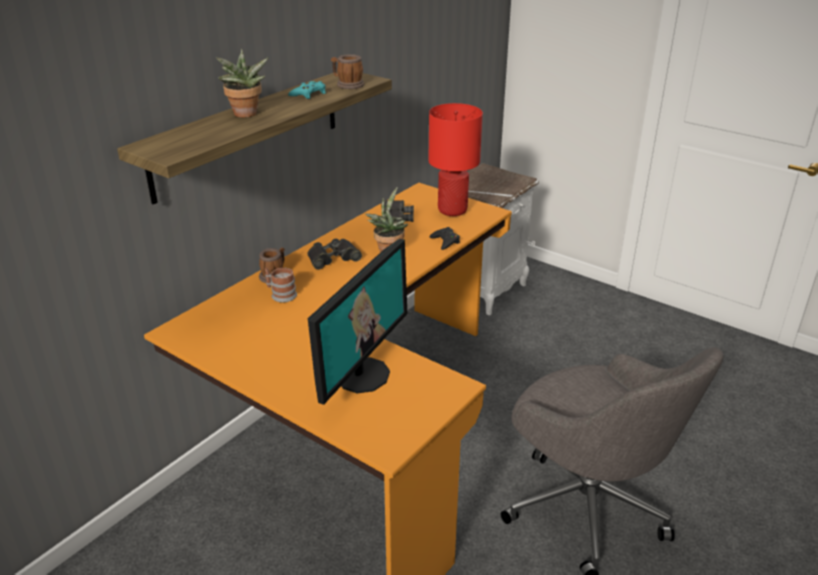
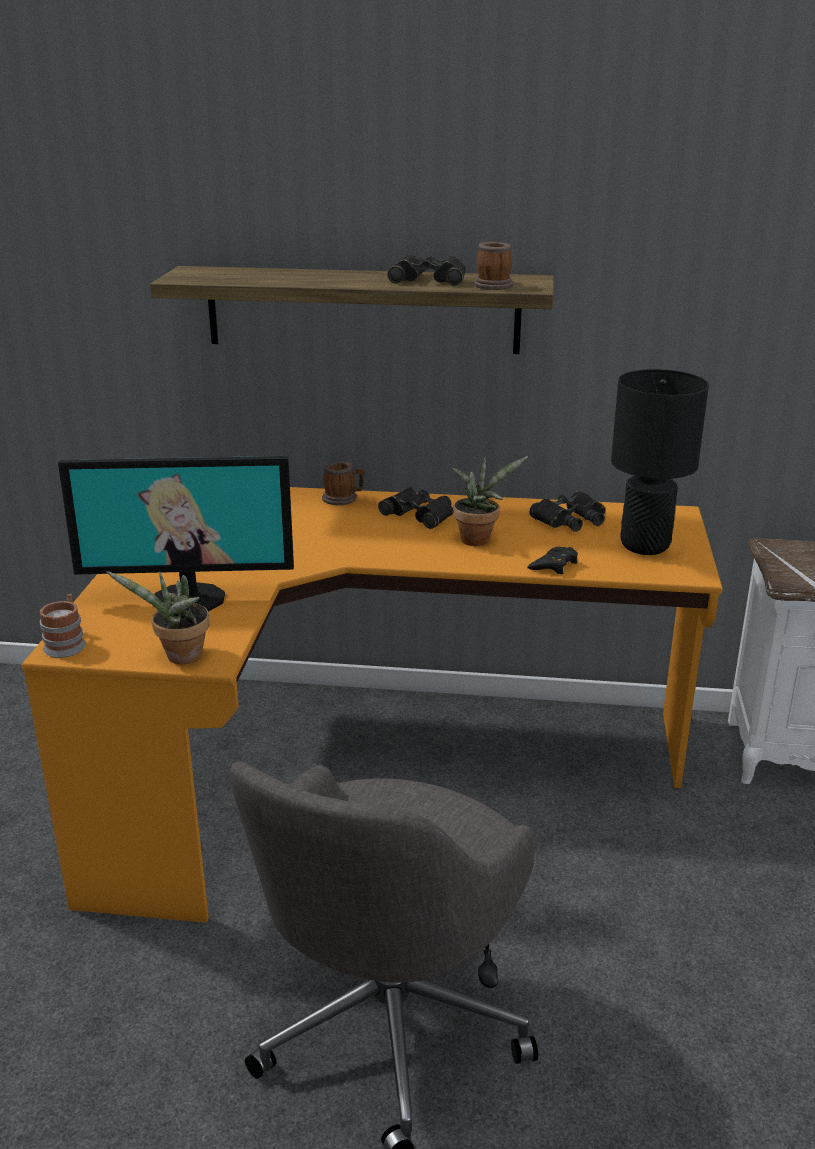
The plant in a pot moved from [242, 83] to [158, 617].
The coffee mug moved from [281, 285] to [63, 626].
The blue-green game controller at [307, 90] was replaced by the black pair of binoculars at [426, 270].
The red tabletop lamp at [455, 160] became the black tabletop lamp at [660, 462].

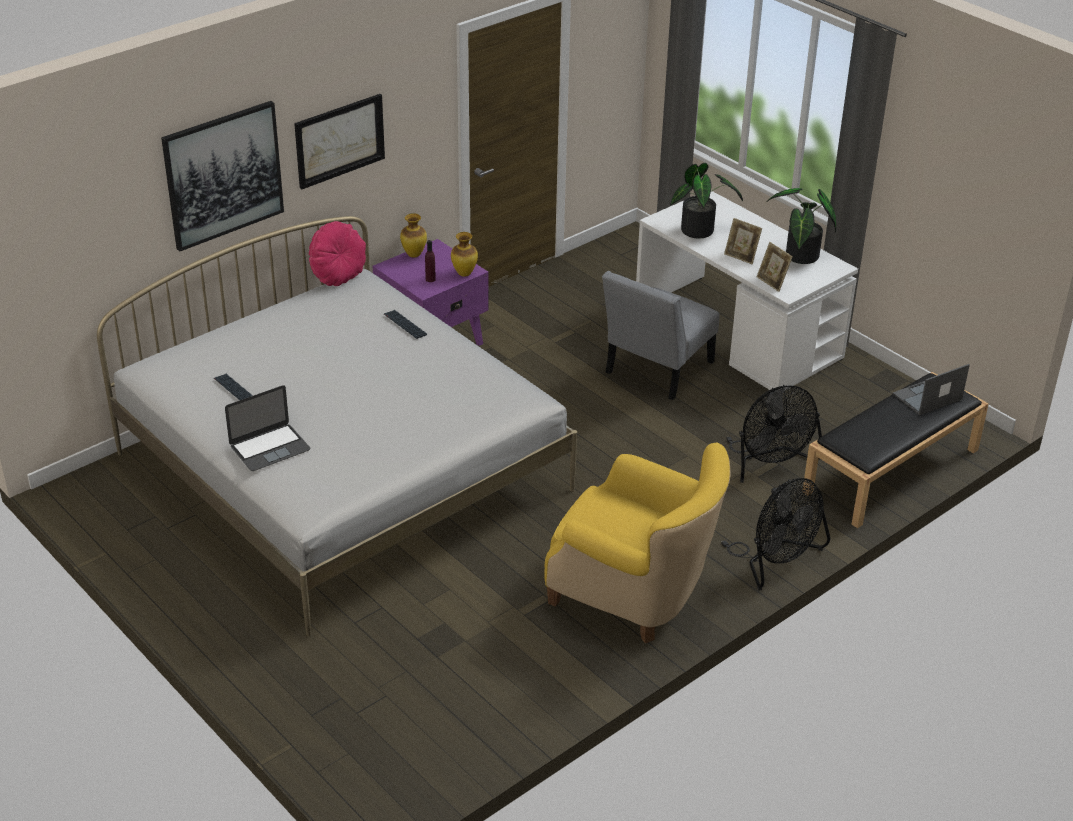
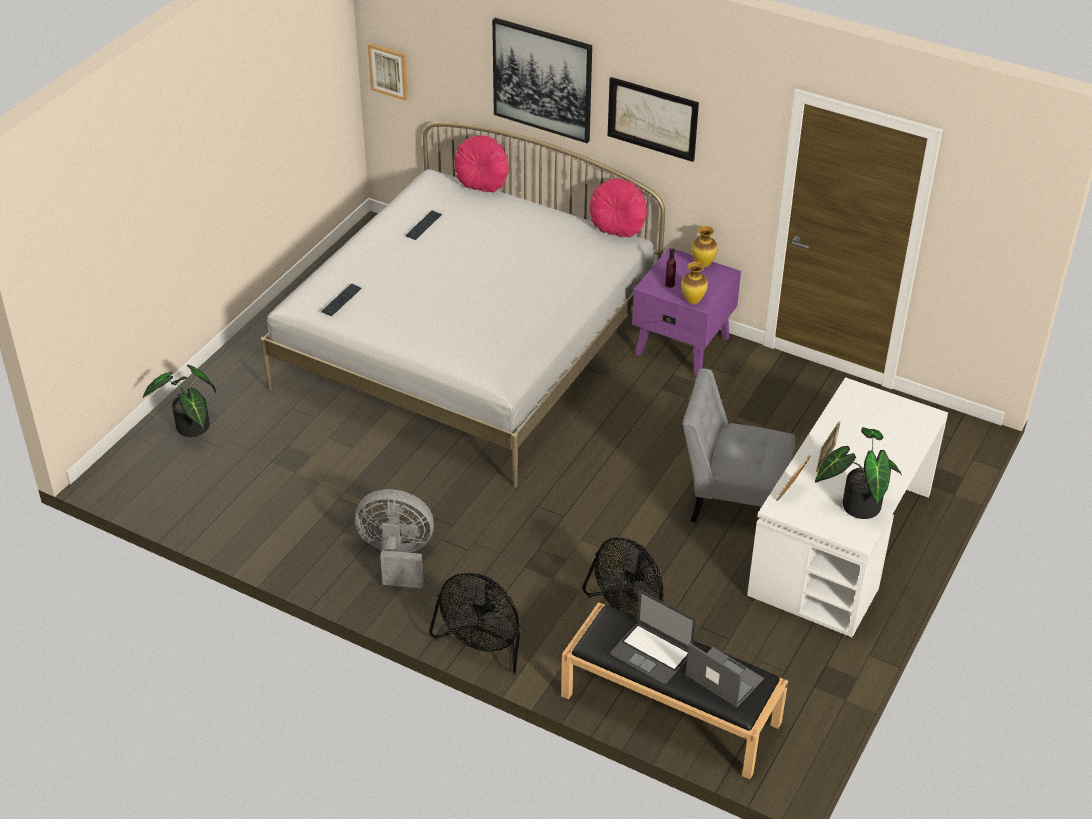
The notebook computer moved from [267, 428] to [653, 637].
The computer keyboard moved from [405, 324] to [342, 299].
The yellowish lounge chair at [637, 543] was replaced by the grey fan at [394, 538].
The plant in a pot moved from [706, 201] to [179, 401].
The wall picture at [388, 72] appeared.
The pinkish throw pillow at [481, 164] appeared.

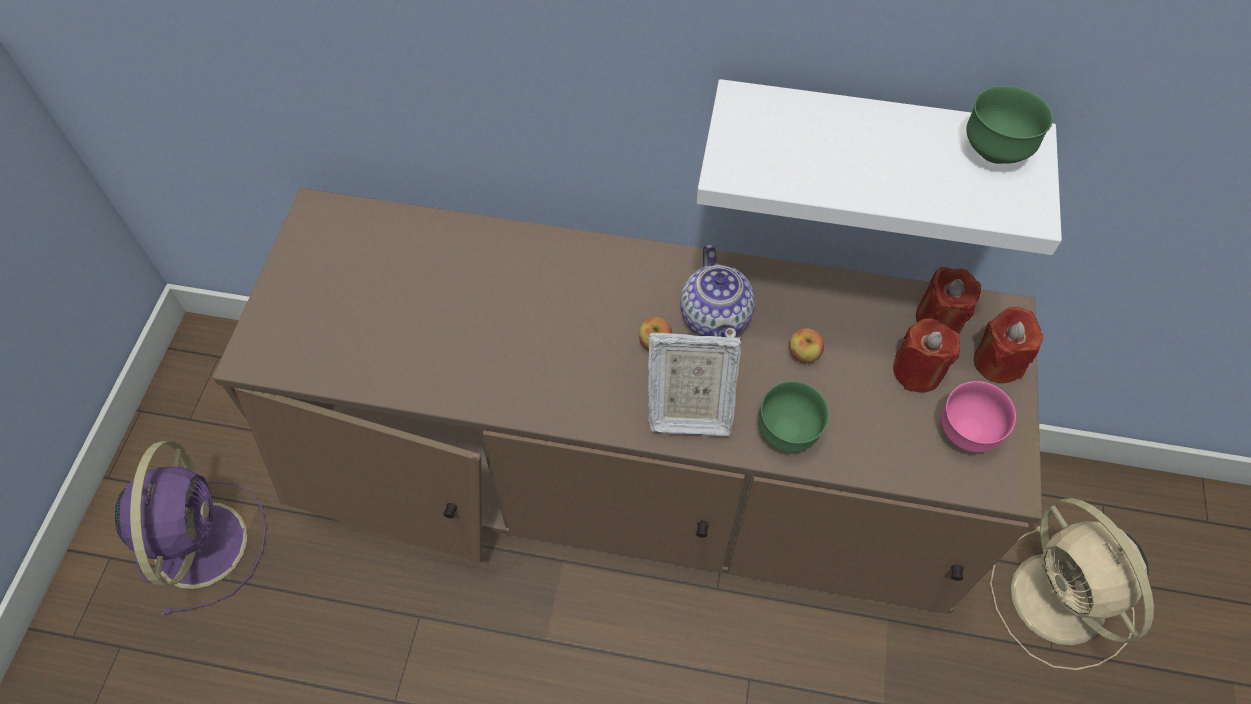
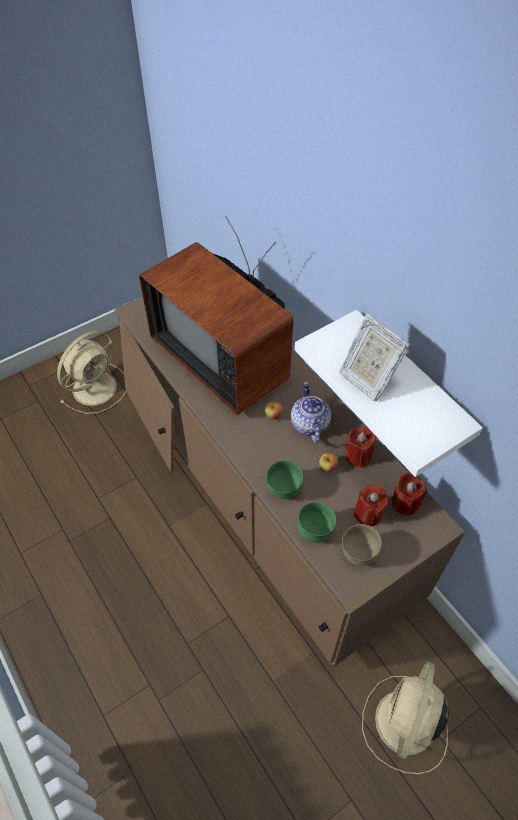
The purple-coloured fan at [190, 528] became the beige fan at [91, 372].
The photo frame moved from [694, 385] to [374, 357].
The teapot at [717, 290] turned 135 degrees clockwise.
The pinkish serving bowl at [978, 417] became the brownish serving bowl at [362, 545].
The green serving bowl moved from [1009, 125] to [316, 522].
The red candle moved from [1008, 345] to [360, 447].
The TV at [216, 315] appeared.

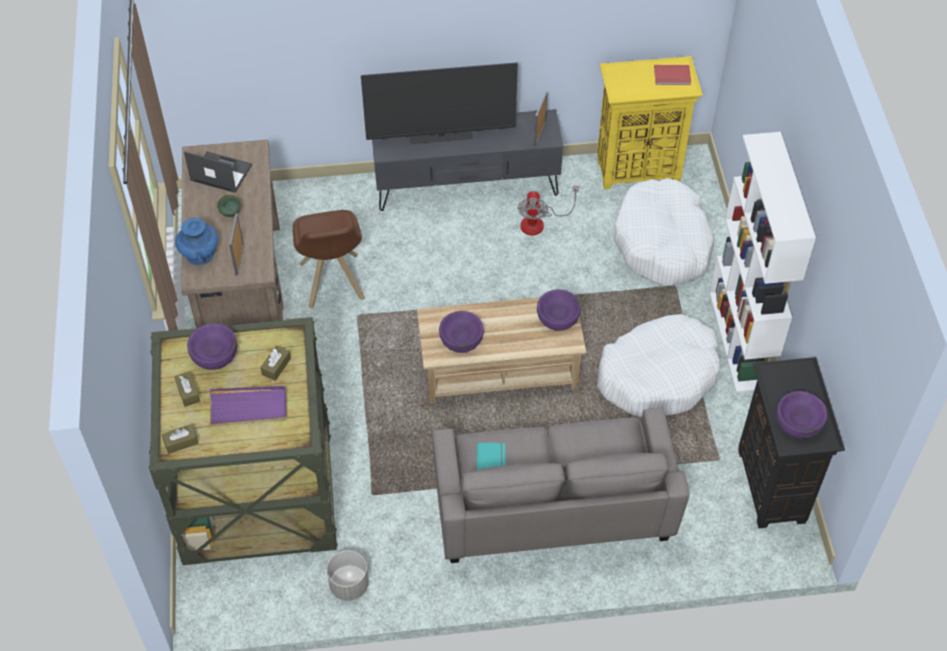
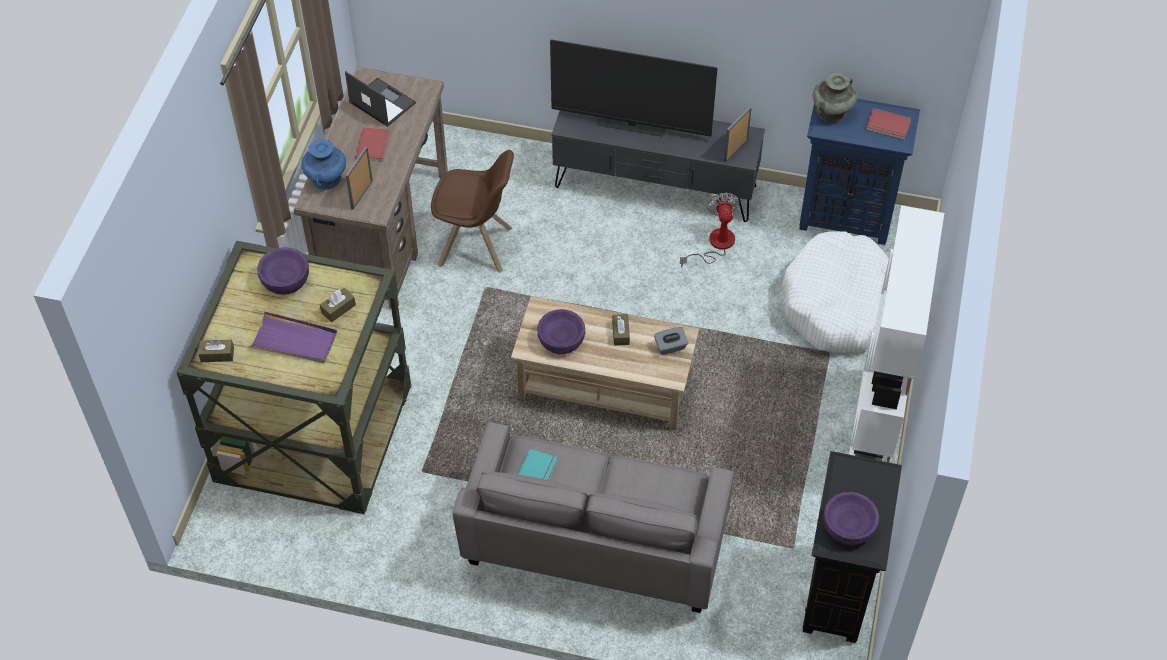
The brownish tissue holder moved from [187, 389] to [621, 330].
The green serving bowl at [229, 206] was replaced by the red bound book at [372, 144].
The brownish plain chair at [329, 259] turned 90 degrees counterclockwise.
The grey plant pot at [348, 575] disappeared.
The fan at [548, 210] turned 150 degrees clockwise.
The purple-coloured serving bowl at [559, 310] was replaced by the grey tissue holder at [671, 341].
The yellowish storage cabinet at [650, 122] became the bluish storage cabinet at [860, 172].
The white dog bed at [658, 365] disappeared.
The blue-green decorative vase at [835, 97] appeared.

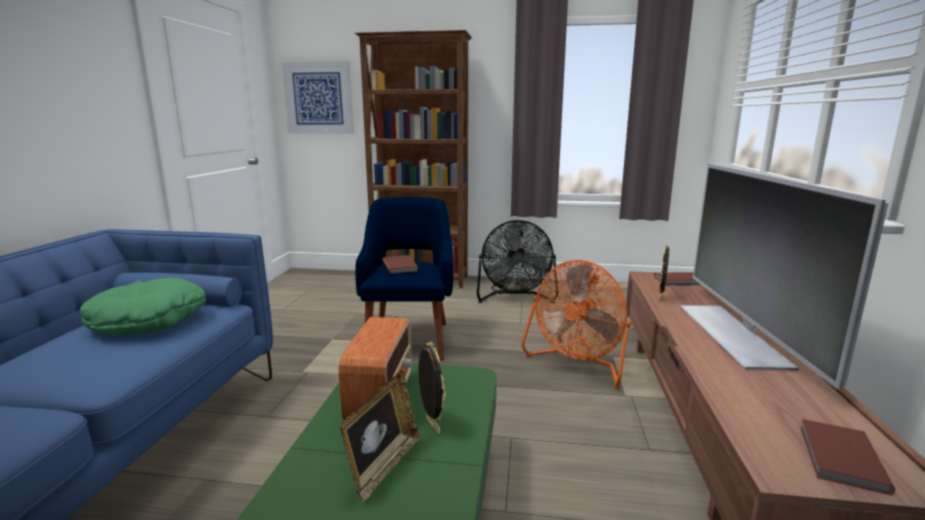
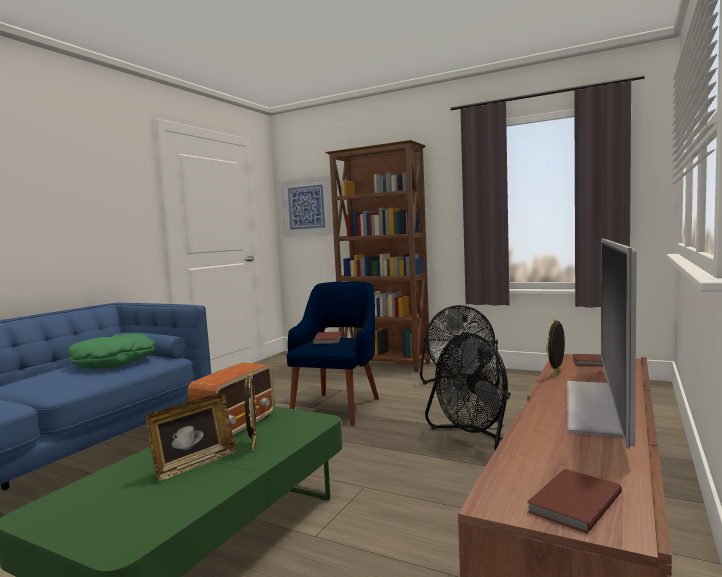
The orangey fan at [576, 325] became the black fan at [467, 392].

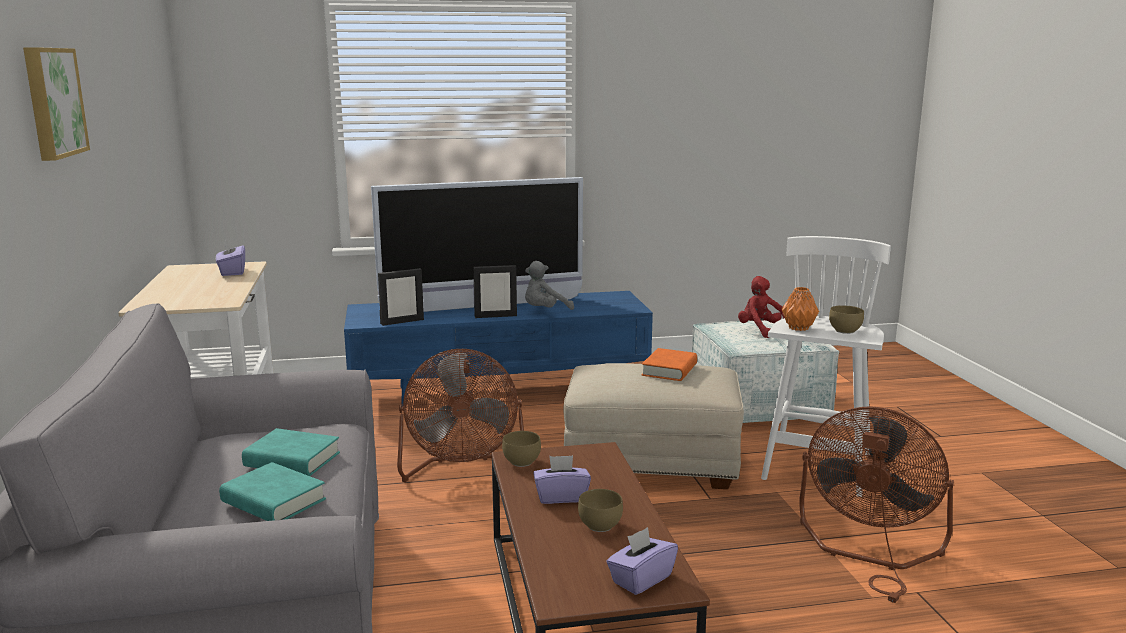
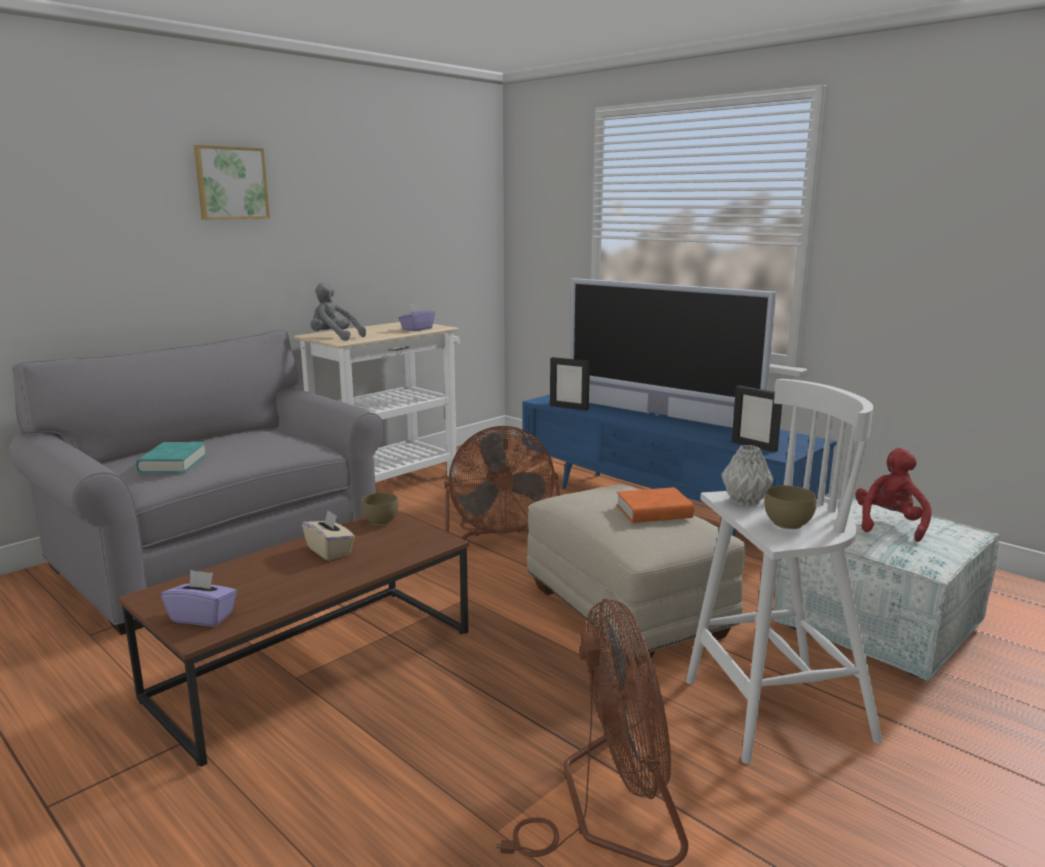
The blue-green bound book at [291, 452] disappeared.
The brownish fan at [460, 415] turned 60 degrees counterclockwise.
The photo frame moved from [495, 291] to [757, 418].
The grey cuddly toy moved from [549, 285] to [338, 312].
The purple-coloured tissue holder at [562, 479] became the beige tissue holder at [328, 535].
The brownish serving bowl at [600, 510] disappeared.
The orangey decorative vase at [800, 309] became the grey decorative vase at [747, 476].

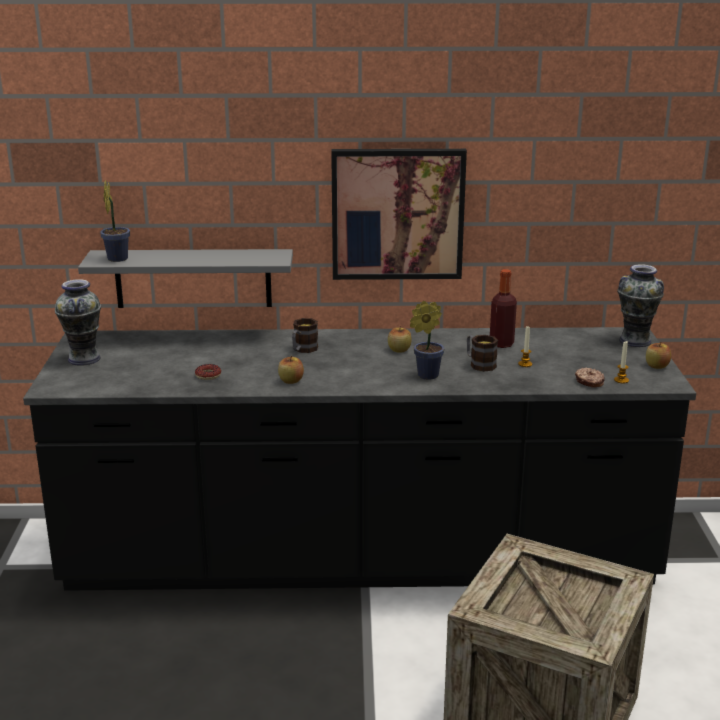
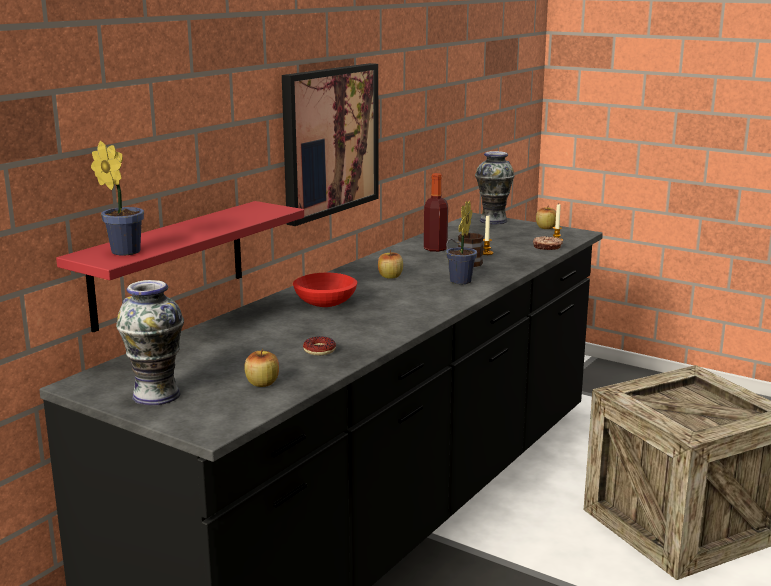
The grey wall shelf at [185, 278] became the red wall shelf at [180, 266].
The apple moved from [291, 370] to [261, 367].
The coffee mug at [305, 335] was replaced by the red serving bowl at [325, 290].

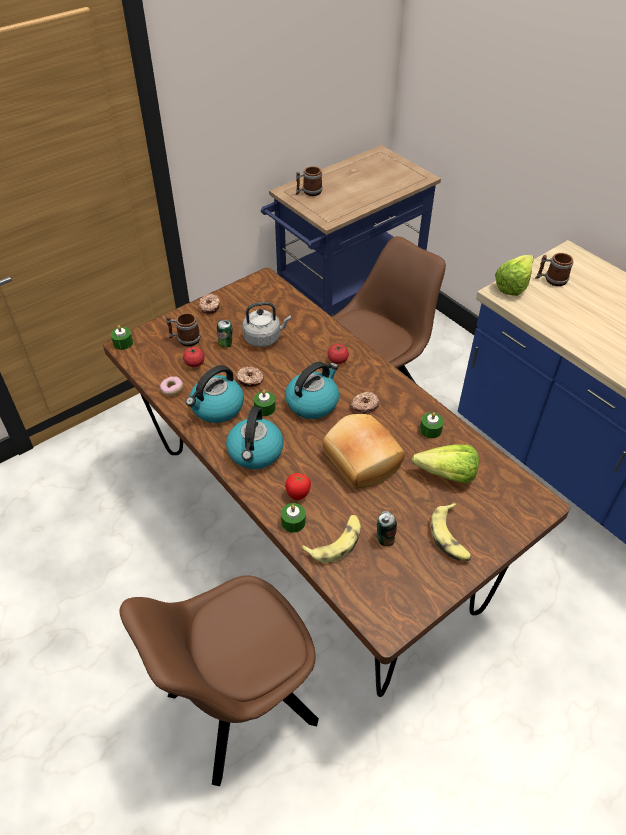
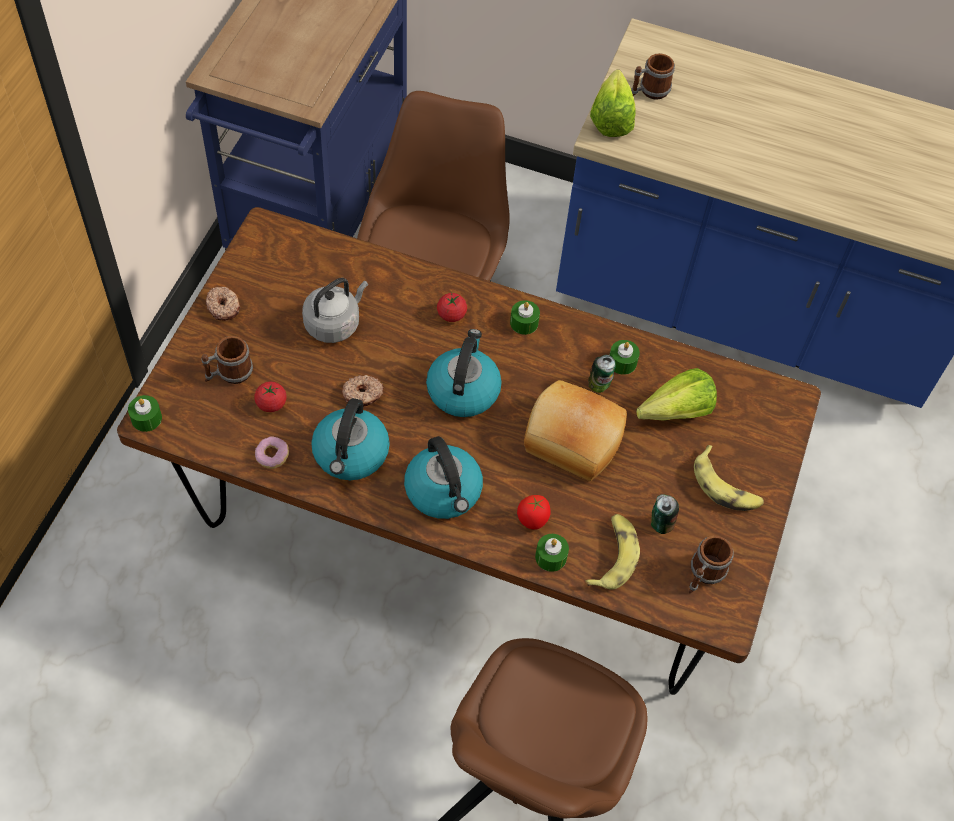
The metal can moved from [225, 333] to [602, 374].
The green candle moved from [265, 403] to [525, 317].
The coffee mug moved from [309, 181] to [711, 565].
The donut at [365, 402] disappeared.

